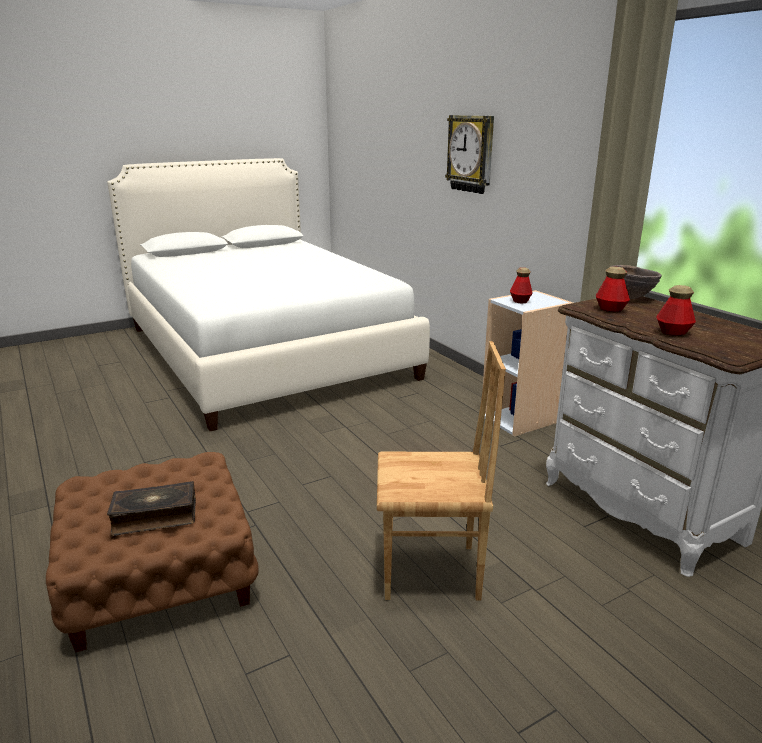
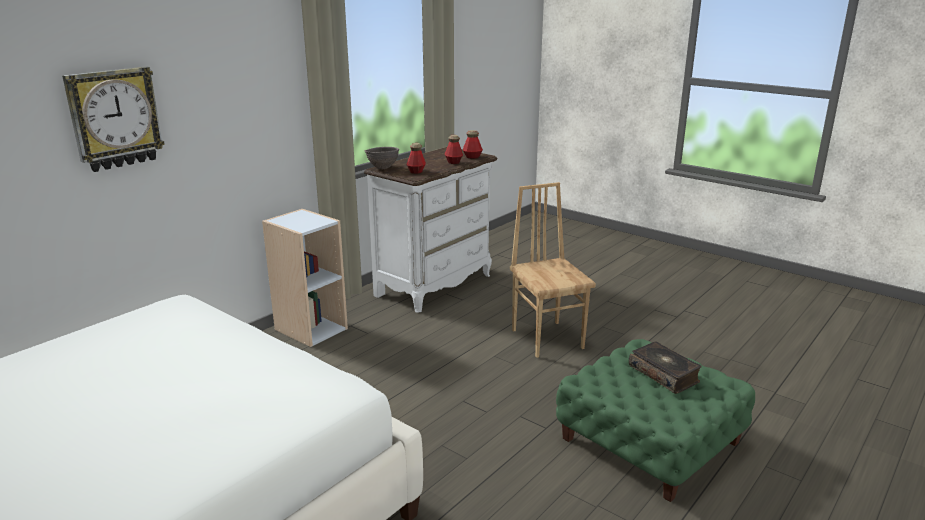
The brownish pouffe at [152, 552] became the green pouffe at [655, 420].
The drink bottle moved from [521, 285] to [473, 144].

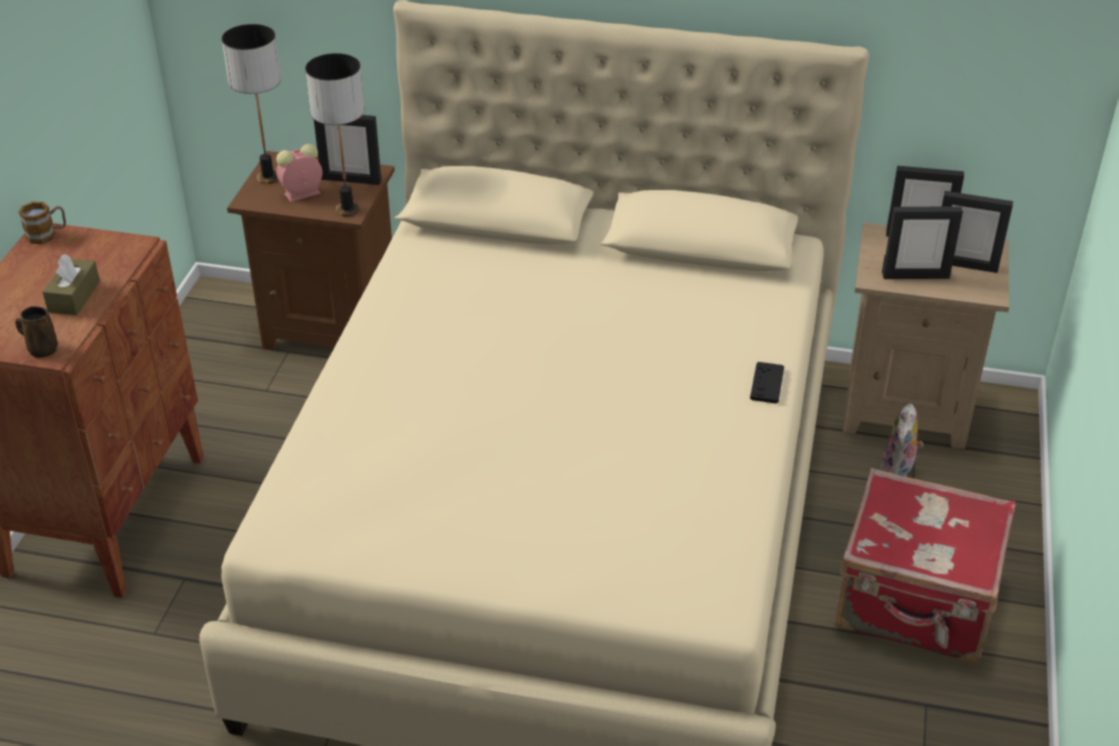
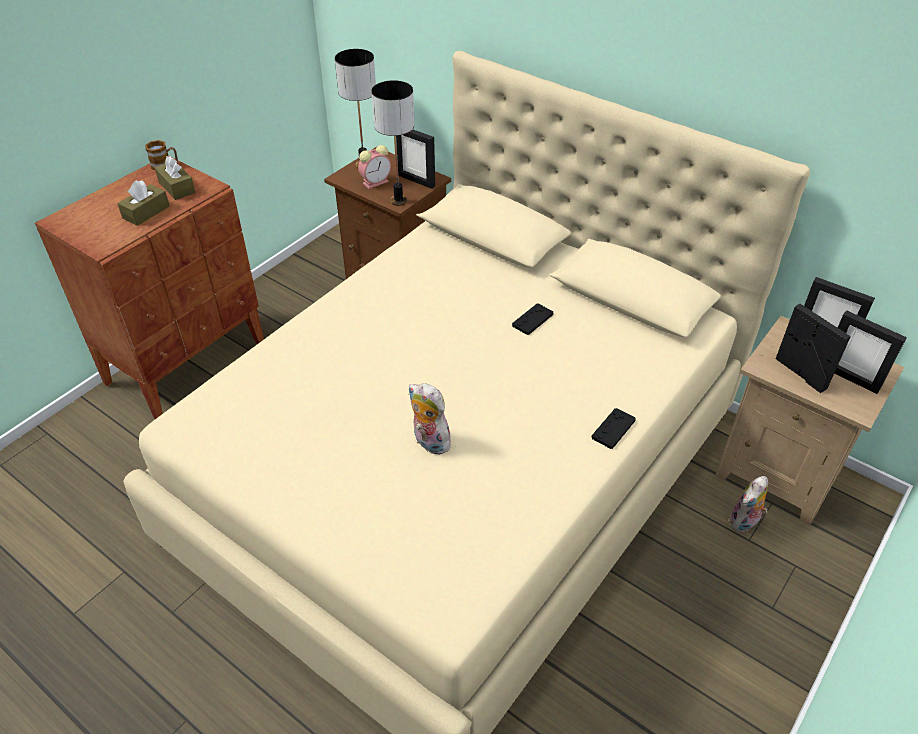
The brownish coffee mug at [36, 332] disappeared.
The table clock at [299, 173] turned 150 degrees clockwise.
The red travel case at [925, 566] disappeared.
The photo frame at [922, 242] turned 150 degrees counterclockwise.
The brownish tissue holder at [175, 178] appeared.
The cuddly toy at [430, 418] appeared.
The black game controller at [533, 319] appeared.

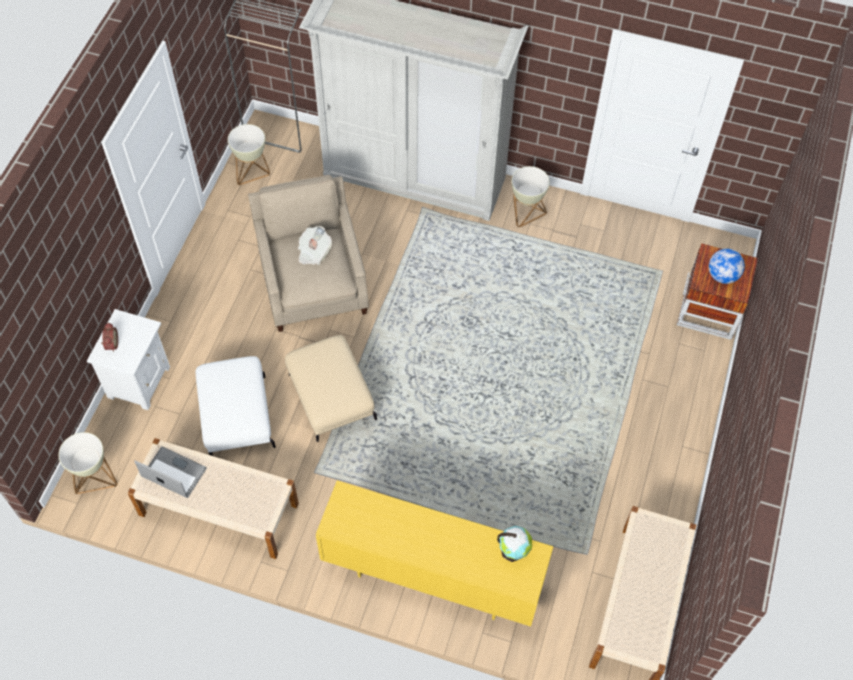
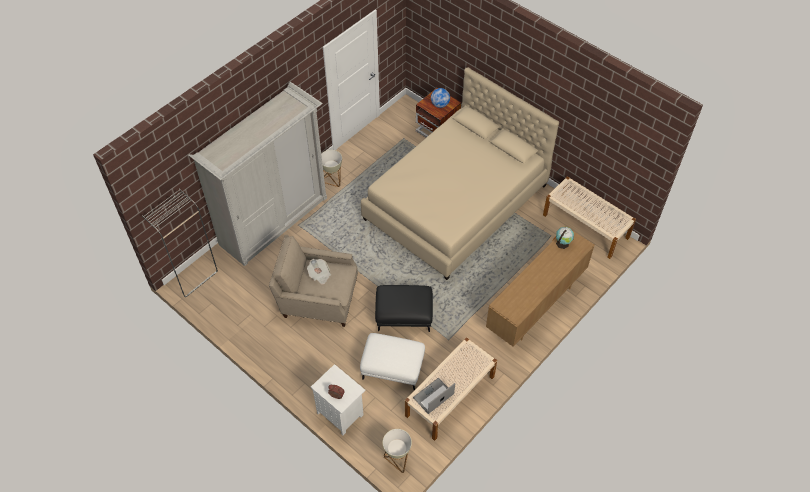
The plant pot at [249, 154] disappeared.
The beige pouffe at [331, 388] became the black pouffe at [404, 308].
The yellowish dresser at [435, 553] became the brownish dresser at [540, 288].
The beige bed at [460, 173] appeared.

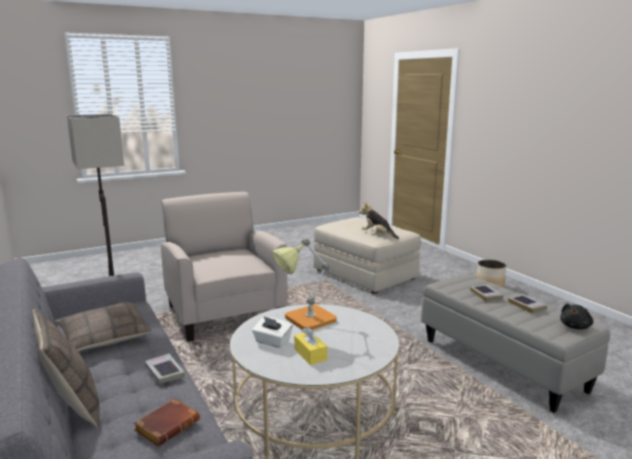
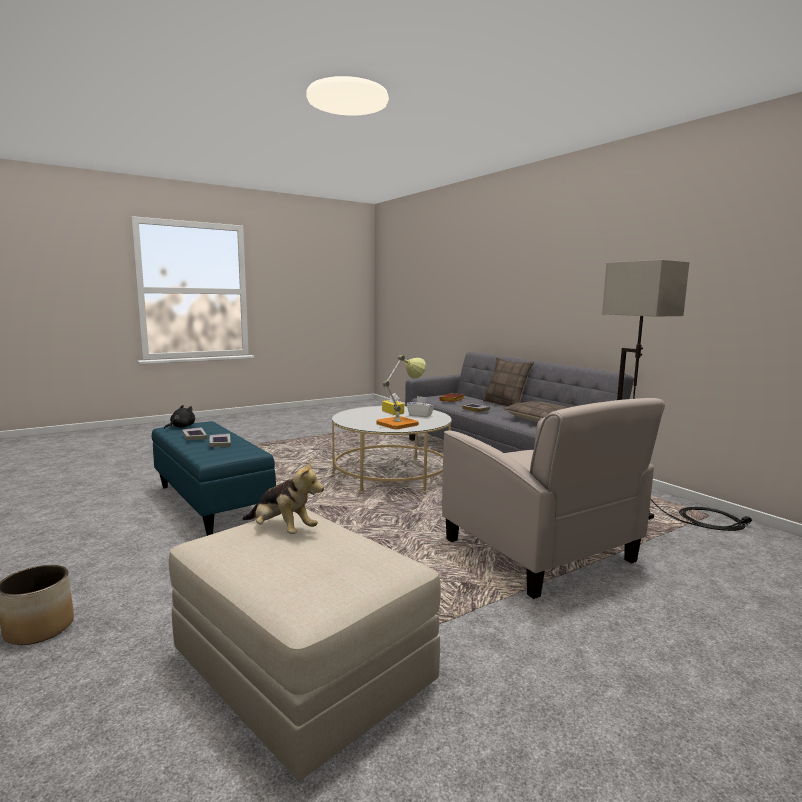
The grey pouffe at [515, 343] became the bluish pouffe at [214, 478].

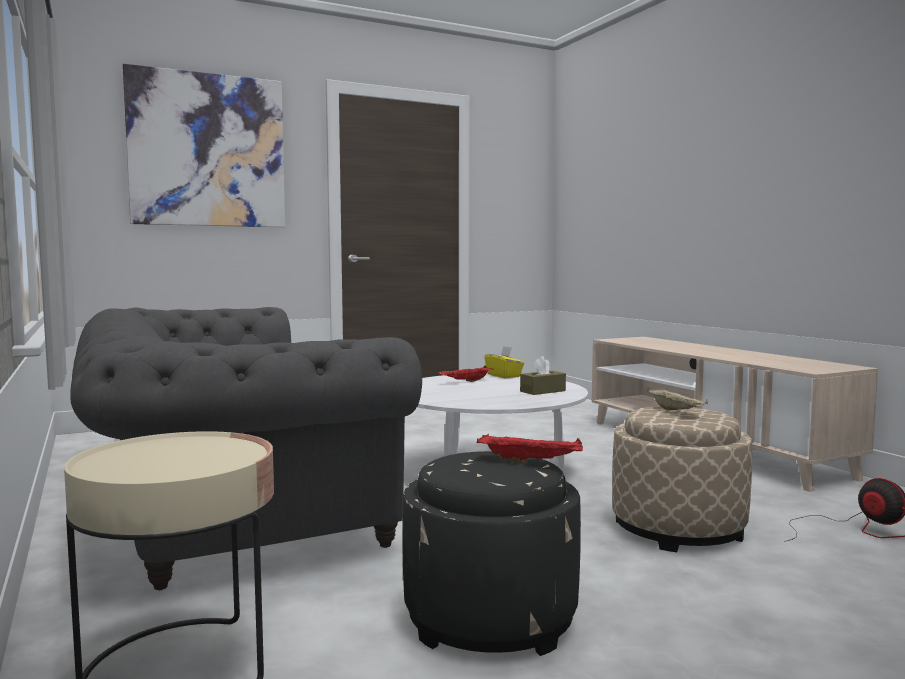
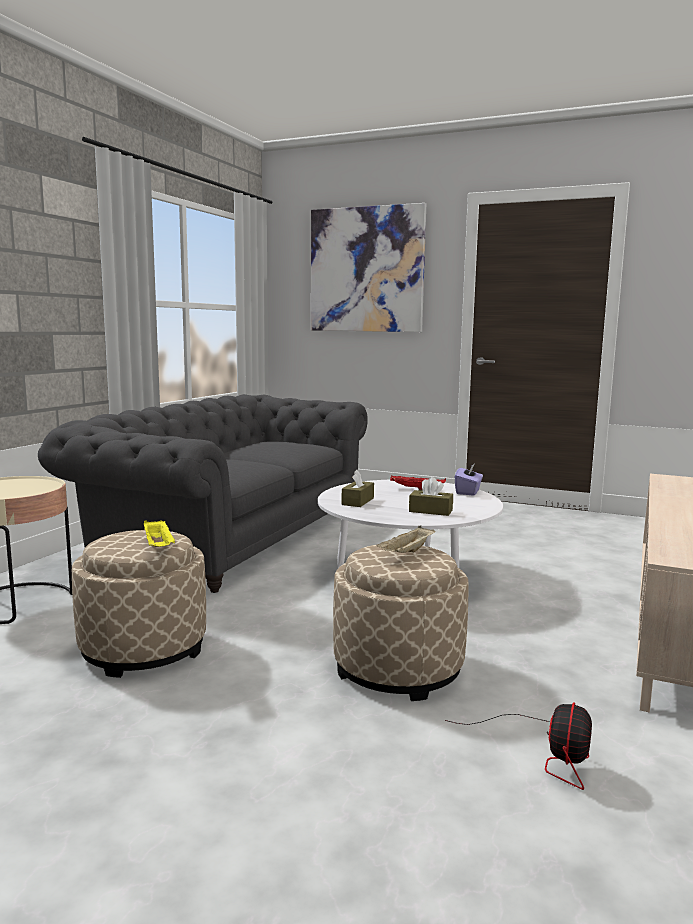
The black pouffe at [491, 553] became the beige pouffe at [139, 604].
The red serving tray at [530, 449] became the yellowish serving tray at [159, 533].
The yellowish tissue holder at [504, 362] became the purple-coloured tissue holder at [469, 479].
The brownish tissue holder at [357, 488] appeared.

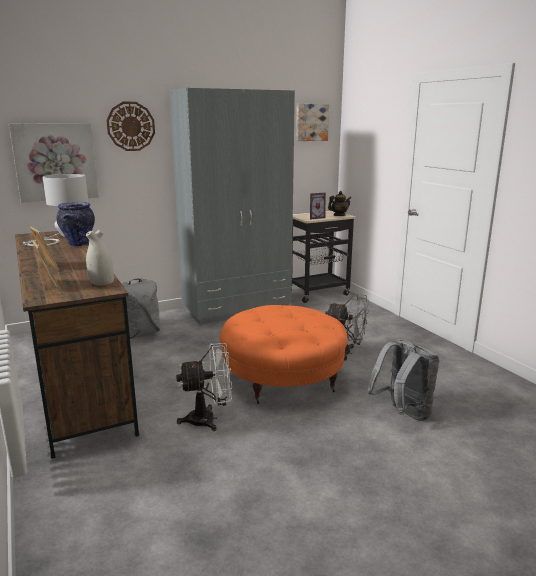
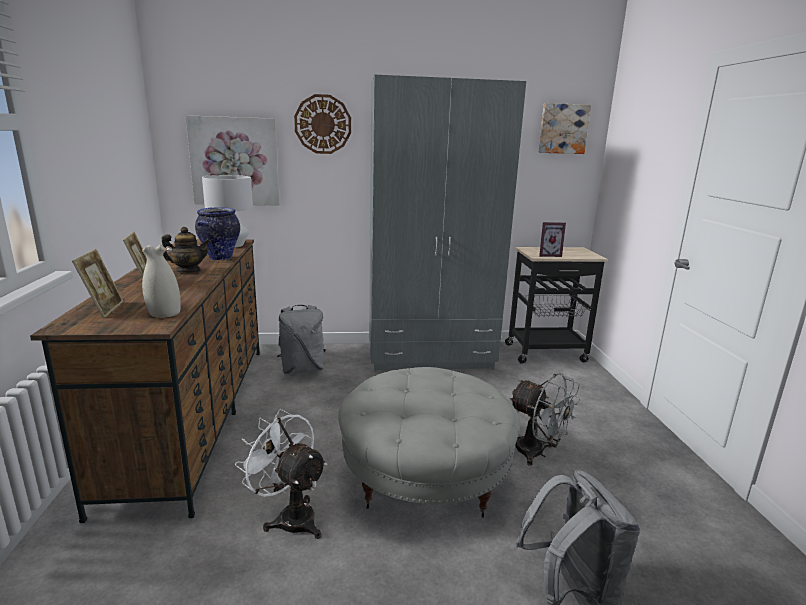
The white fan at [204, 387] turned 150 degrees counterclockwise.
The orangey pouffe at [284, 354] became the grey pouffe at [429, 442].
The teapot moved from [340, 203] to [186, 250].

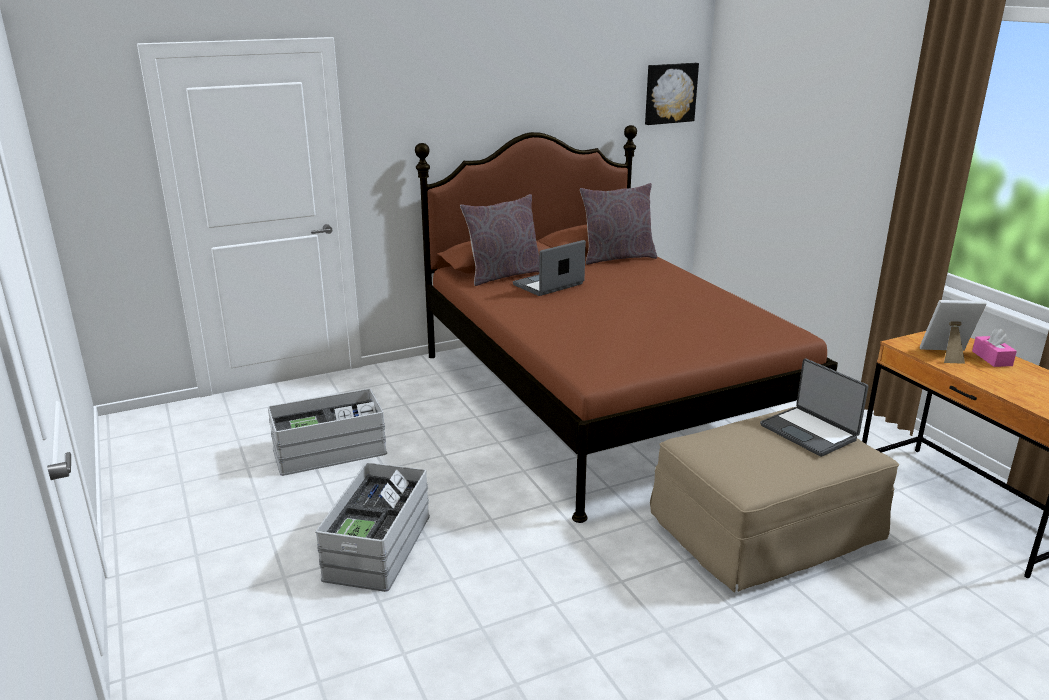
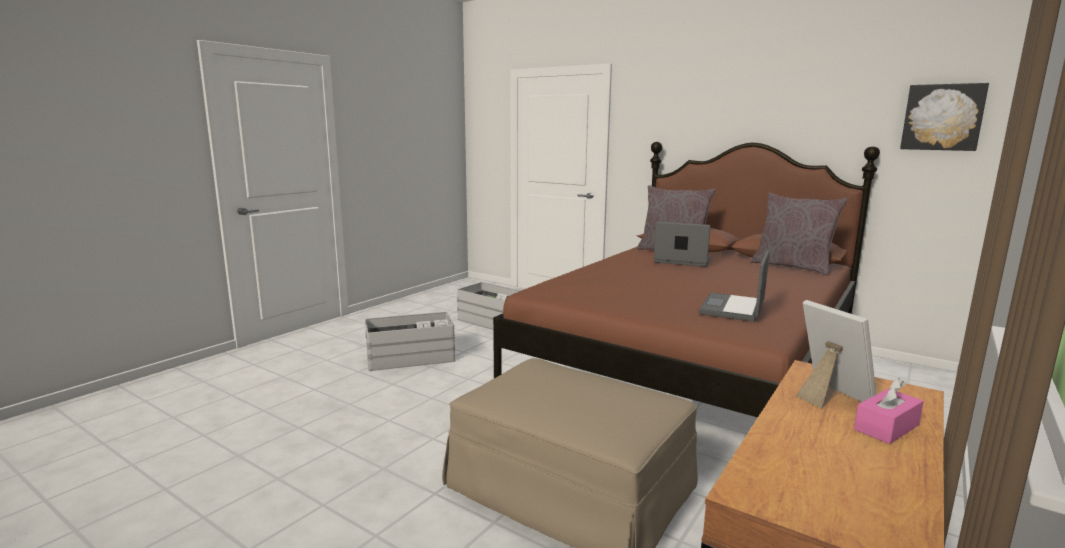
The notebook computer moved from [814, 407] to [734, 286].

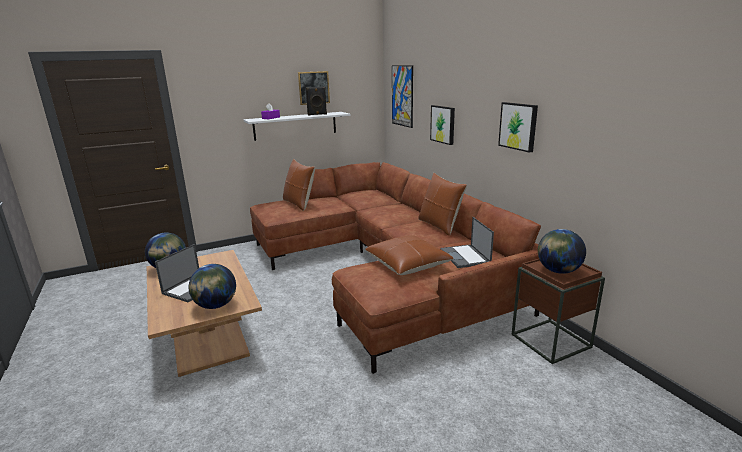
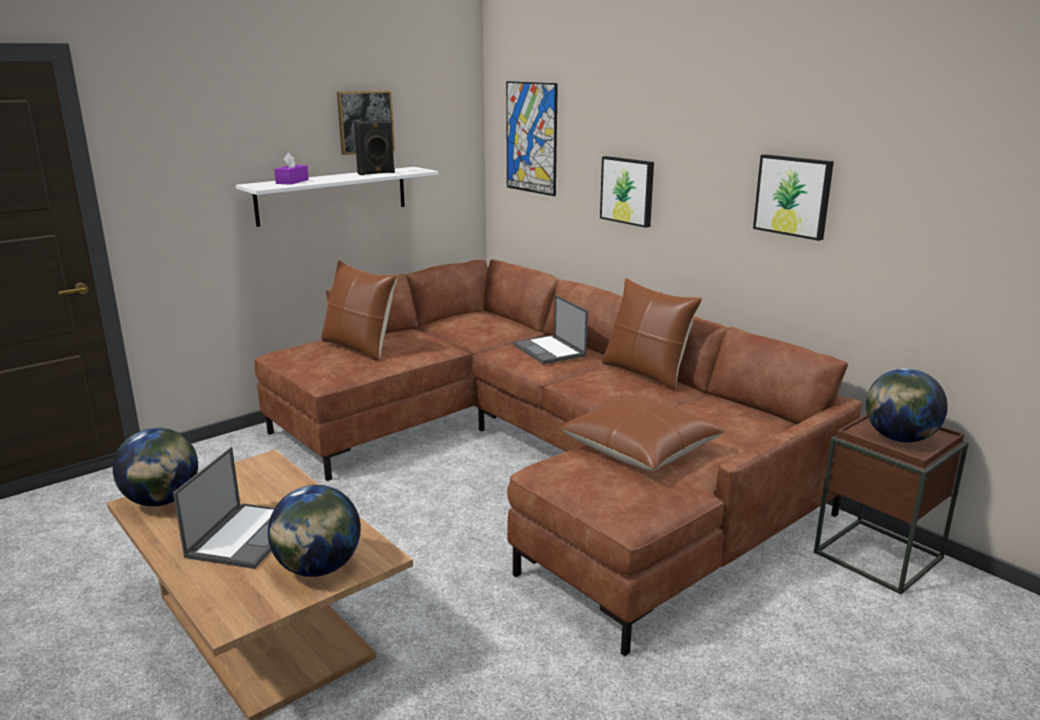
The notebook computer moved from [467, 242] to [550, 329].

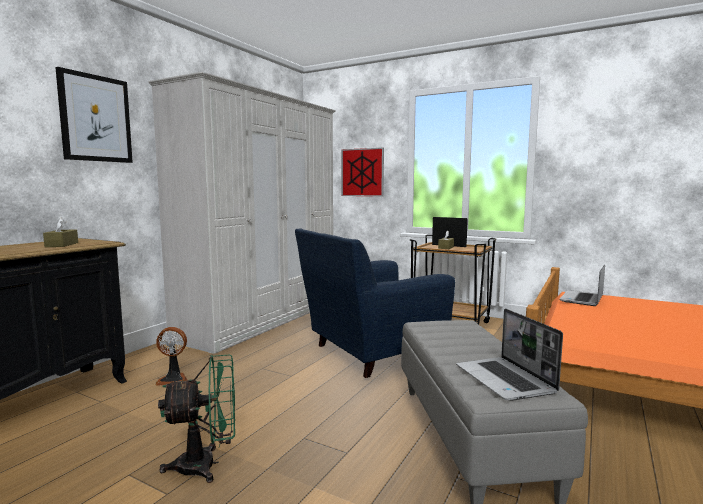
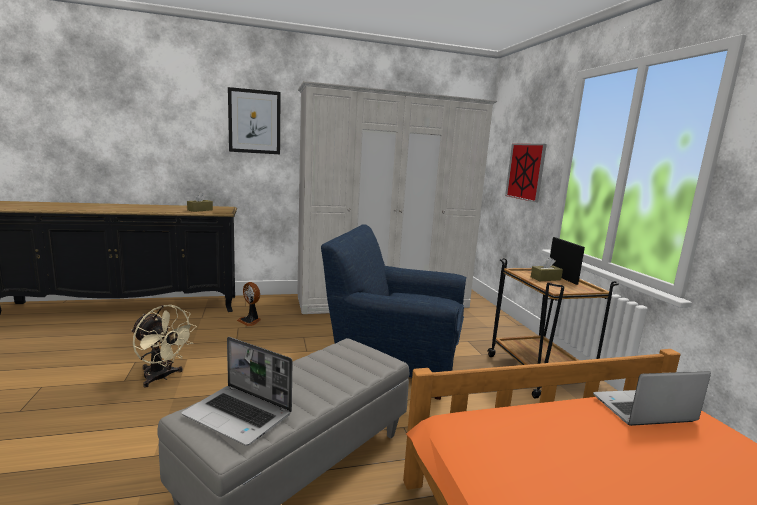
The green fan at [196, 418] became the beige fan at [164, 346].
The notebook computer at [509, 354] turned 90 degrees counterclockwise.

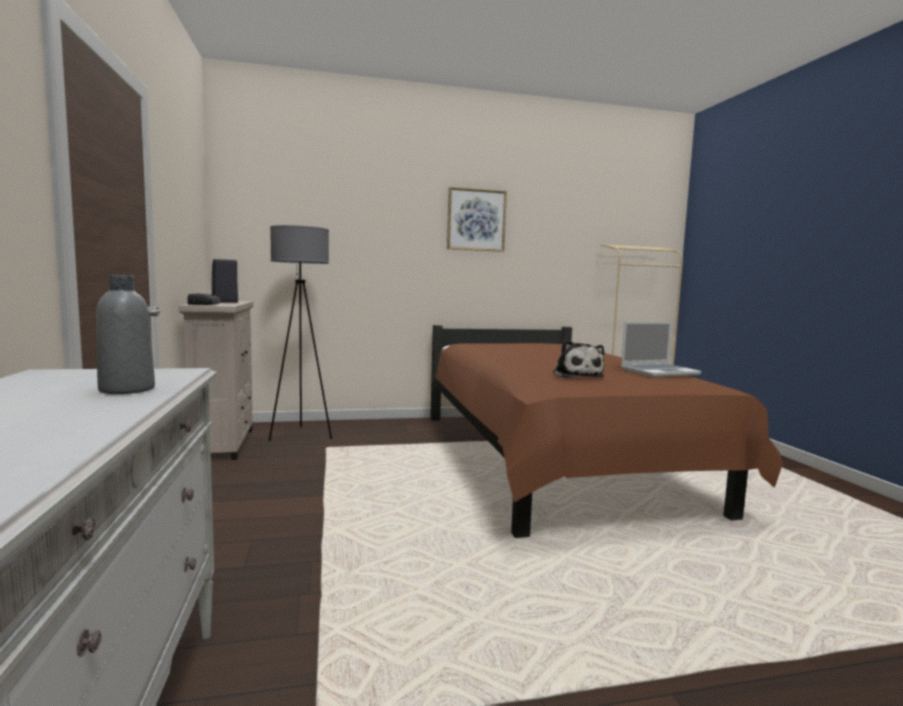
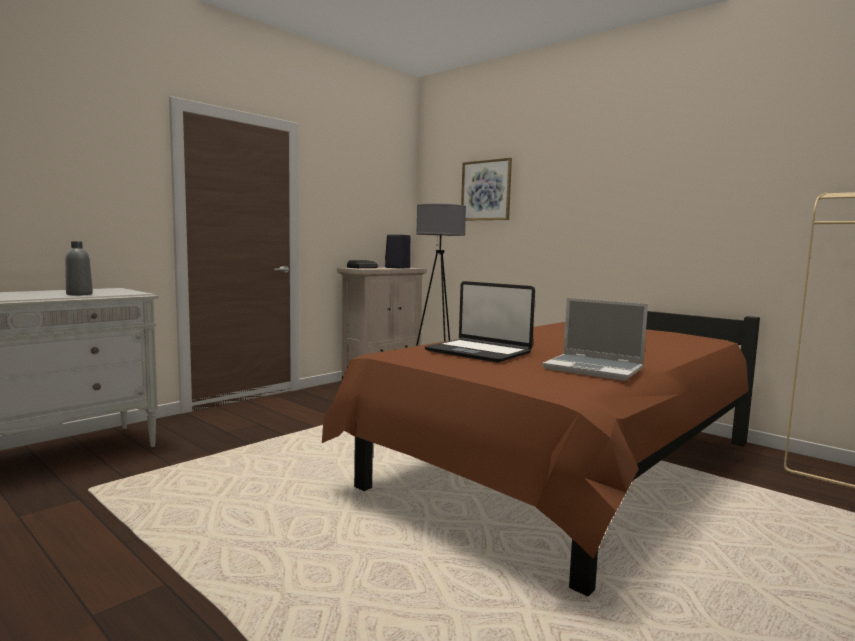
The wall picture moved from [477, 219] to [486, 189].
The cuddly toy at [578, 359] was replaced by the notebook computer at [480, 322].

